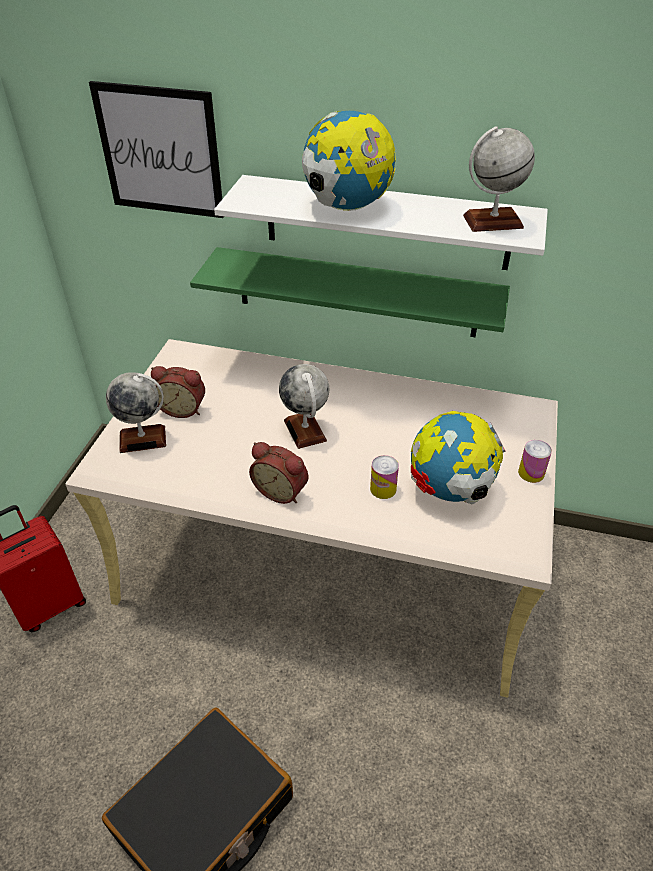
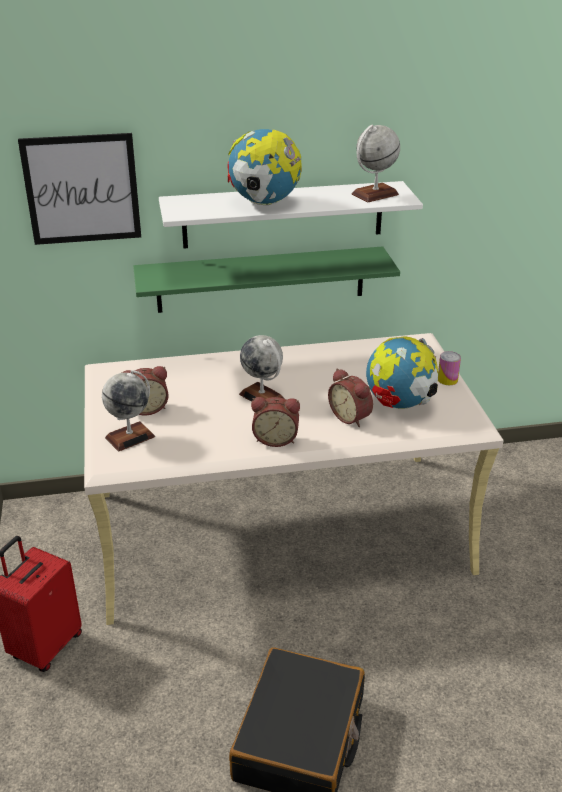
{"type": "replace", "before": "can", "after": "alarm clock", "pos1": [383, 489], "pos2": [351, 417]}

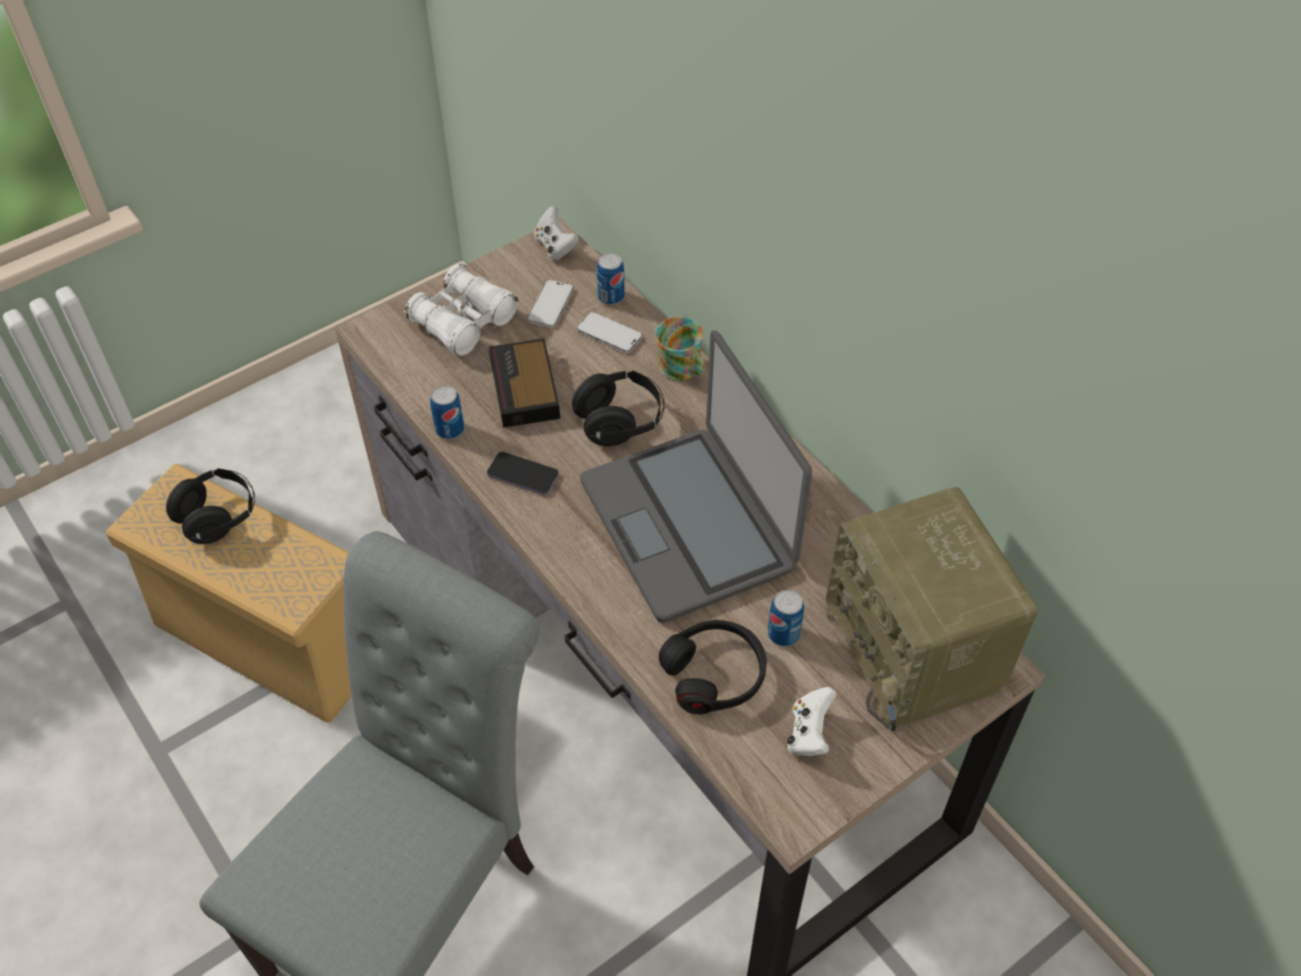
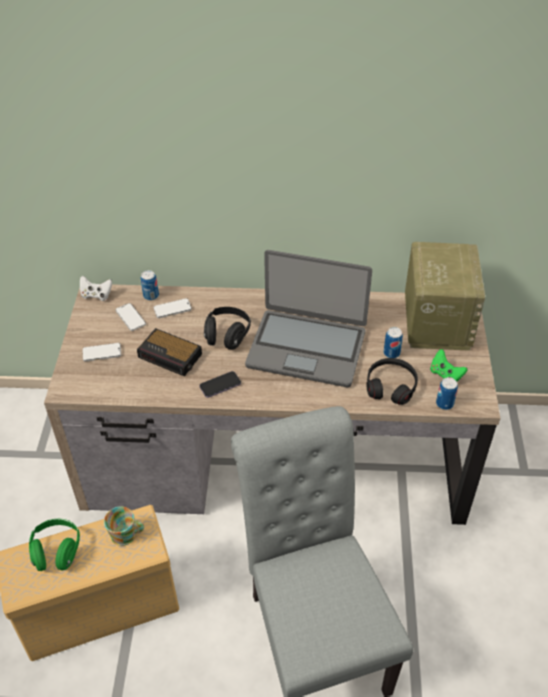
{"type": "recolor", "before": "headphones (black)", "after": "headphones (green)", "pos1": [218, 517], "pos2": [57, 551]}
{"type": "replace", "before": "binoculars (white)", "after": "phone", "pos1": [463, 321], "pos2": [102, 353]}
{"type": "move", "before": "mug", "pos1": [682, 370], "pos2": [127, 535]}
{"type": "rotate", "before": "radio", "pos1": [916, 651], "pos2": [436, 321], "turn": -105}
{"type": "recolor", "before": "game controller (white)", "after": "game controller (green)", "pos1": [809, 733], "pos2": [445, 375]}
{"type": "move", "before": "can", "pos1": [450, 429], "pos2": [444, 404]}

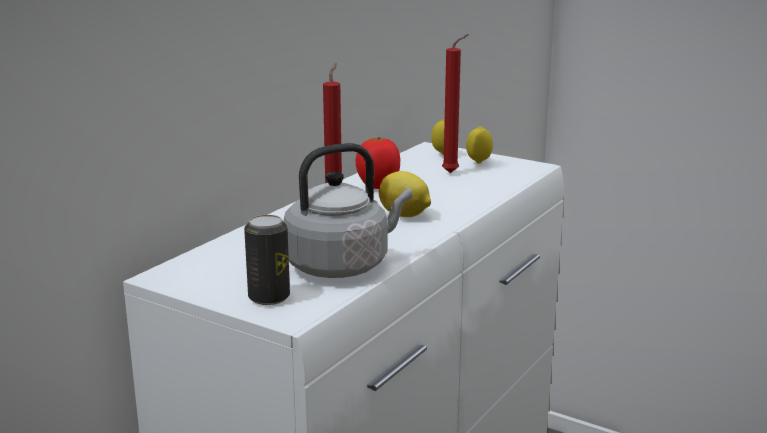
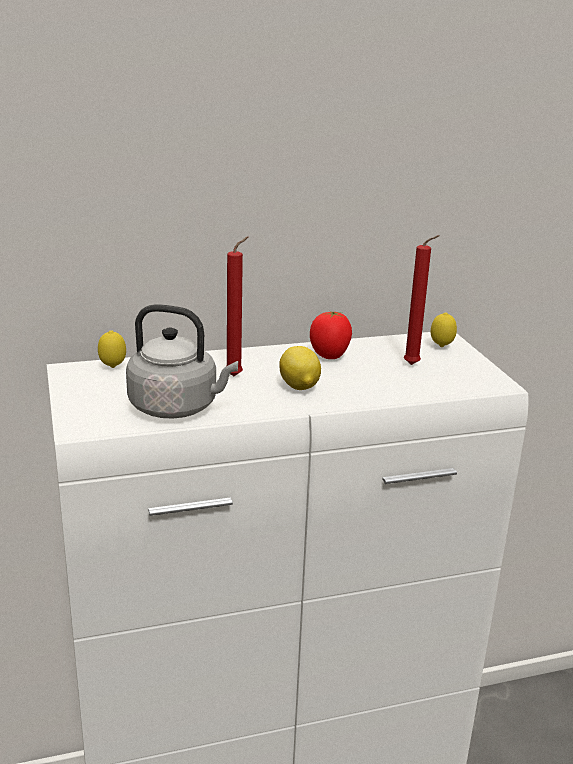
{"type": "move", "before": "lemon", "pos1": [478, 163], "pos2": [113, 367]}
{"type": "delete", "before": "can", "pos1": [269, 297]}

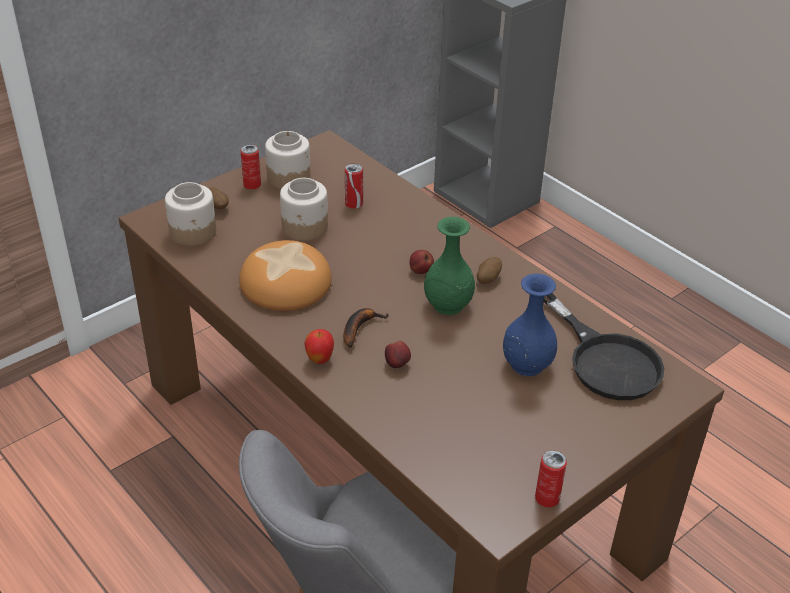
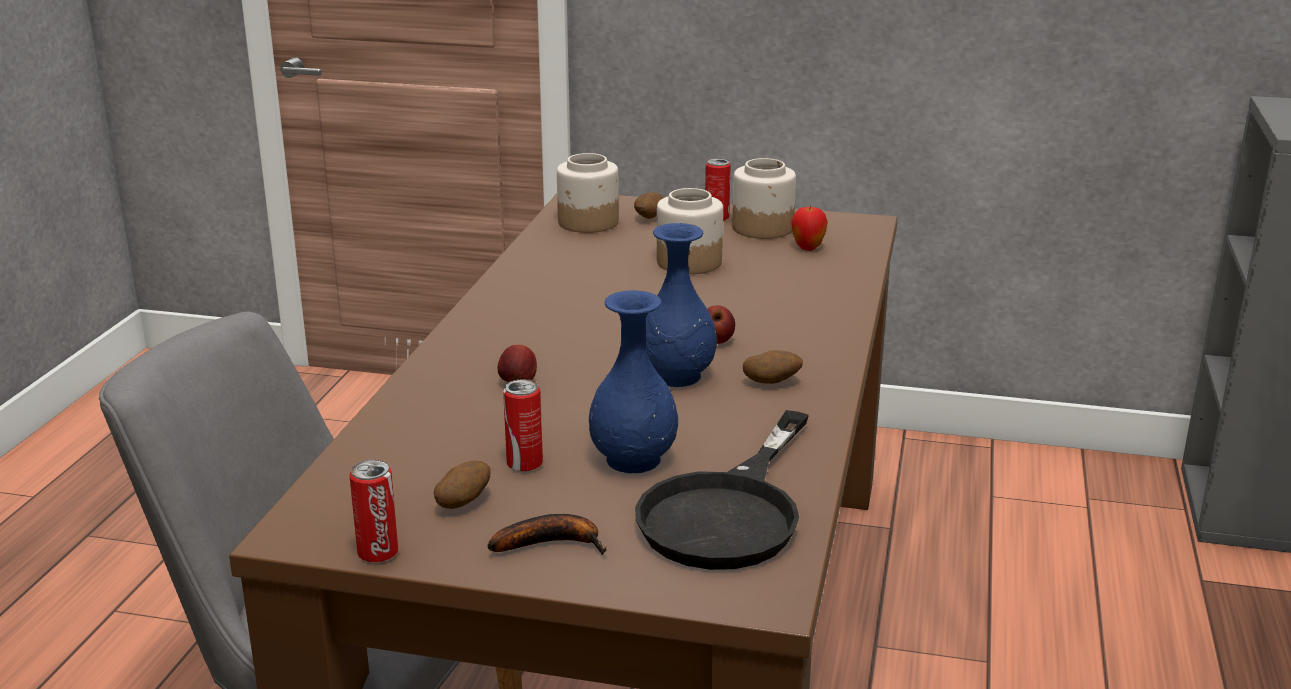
{"type": "insert", "after": "potato", "pos2": [463, 502]}
{"type": "move", "before": "banana", "pos1": [359, 328], "pos2": [553, 543]}
{"type": "move", "before": "can", "pos1": [354, 204], "pos2": [524, 464]}
{"type": "recolor", "before": "vase (green)", "after": "vase (blue)", "pos1": [447, 305], "pos2": [675, 376]}
{"type": "move", "before": "apple", "pos1": [319, 360], "pos2": [807, 248]}
{"type": "delete", "before": "bread", "pos1": [285, 282]}

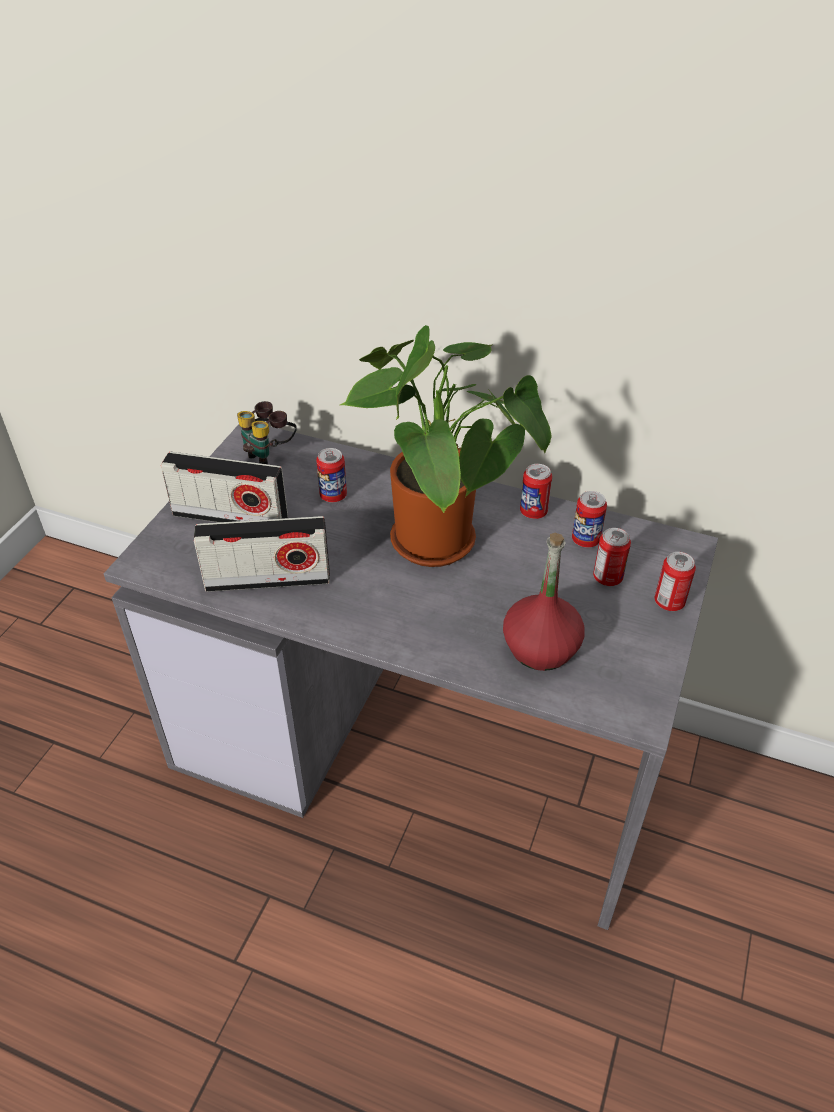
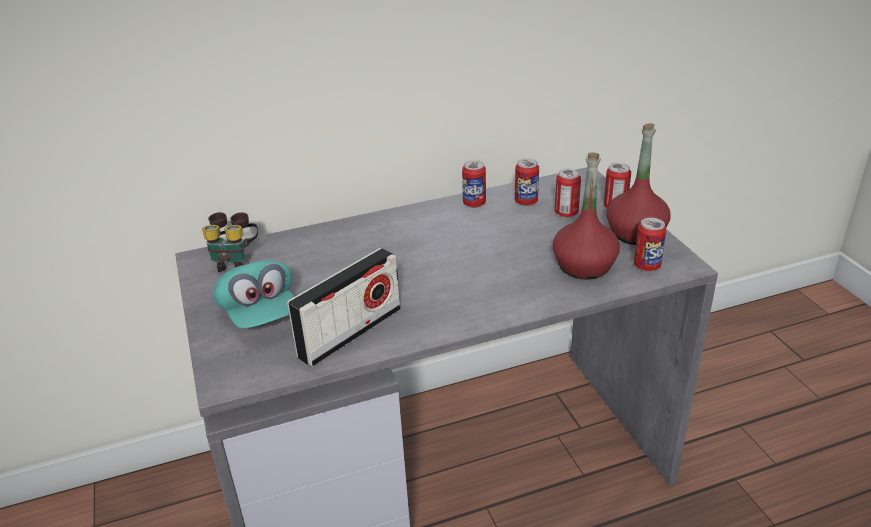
{"type": "replace", "before": "radio", "after": "cap (turquoise)", "pos1": [230, 516], "pos2": [259, 313]}
{"type": "insert", "after": "bottle (red)", "pos2": [635, 233]}
{"type": "move", "before": "can", "pos1": [333, 496], "pos2": [647, 266]}
{"type": "delete", "before": "potted plant", "pos1": [441, 546]}

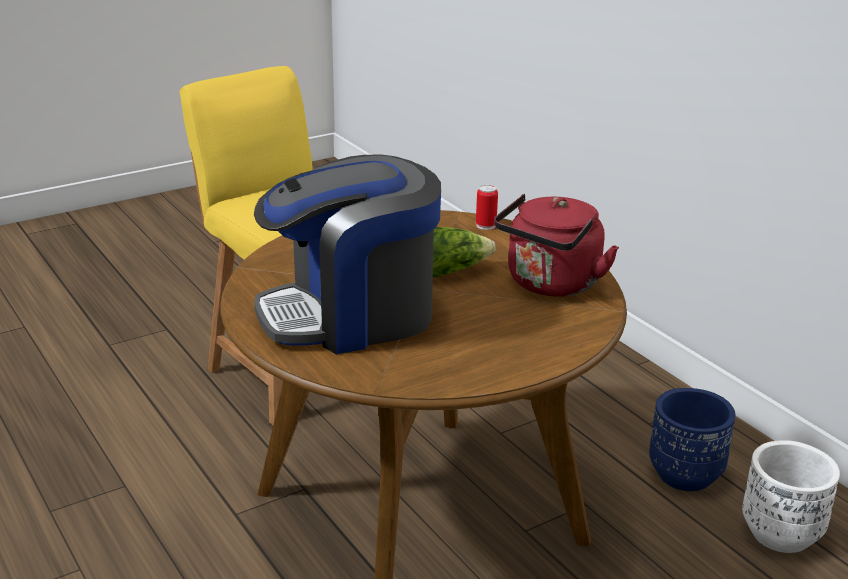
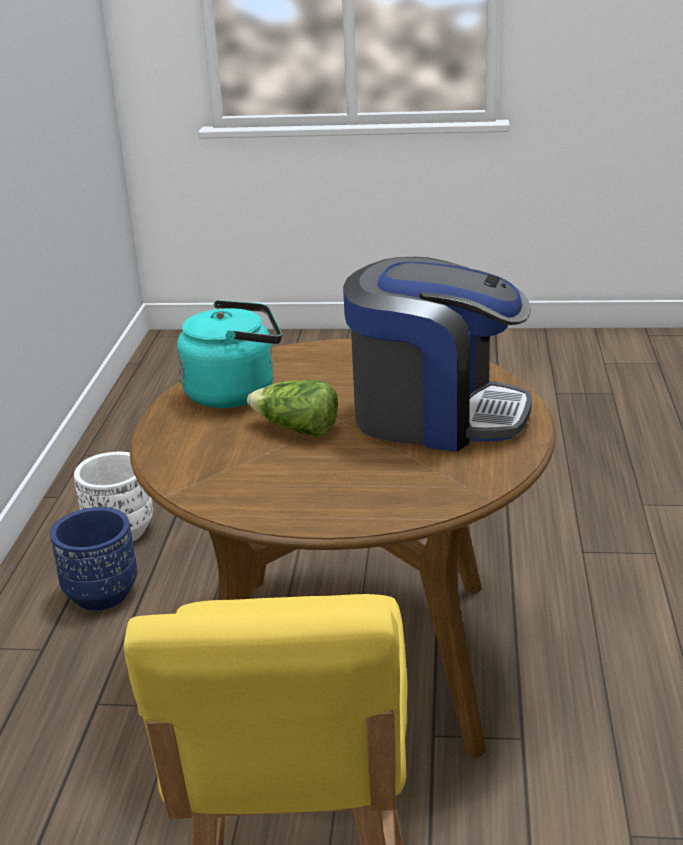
{"type": "recolor", "before": "kettle (red)", "after": "kettle (turquoise)", "pos1": [550, 285], "pos2": [236, 392]}
{"type": "delete", "before": "can", "pos1": [486, 225]}

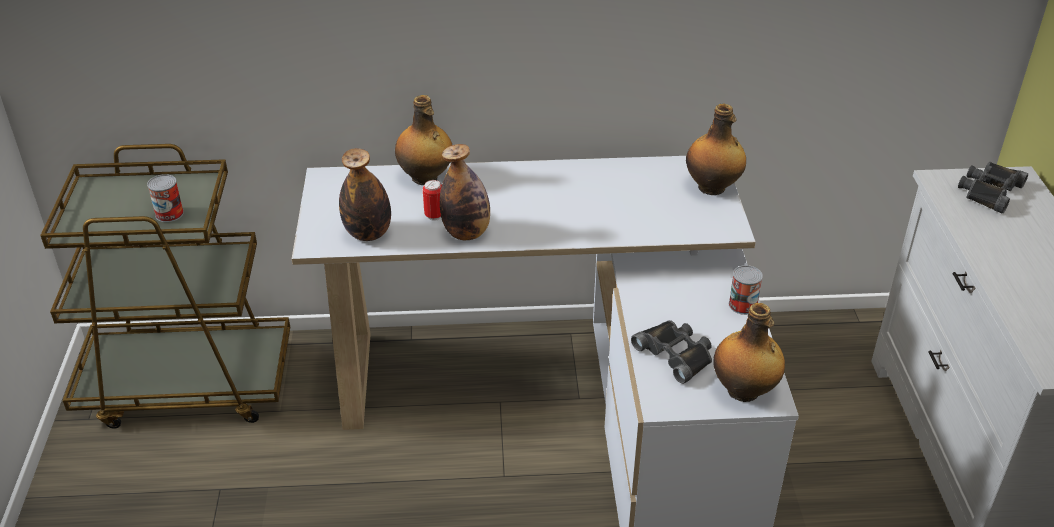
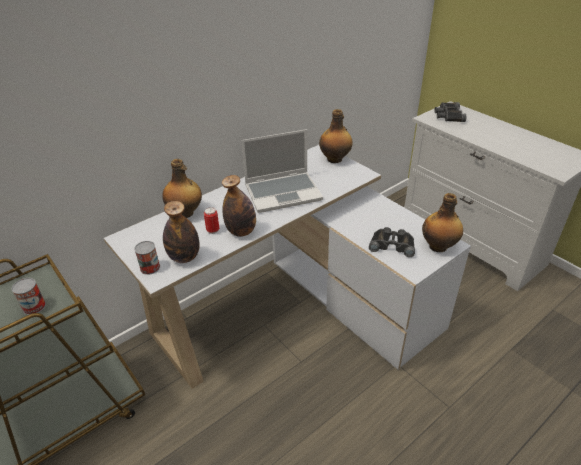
{"type": "move", "before": "can", "pos1": [743, 305], "pos2": [150, 268]}
{"type": "insert", "after": "laptop", "pos2": [284, 192]}

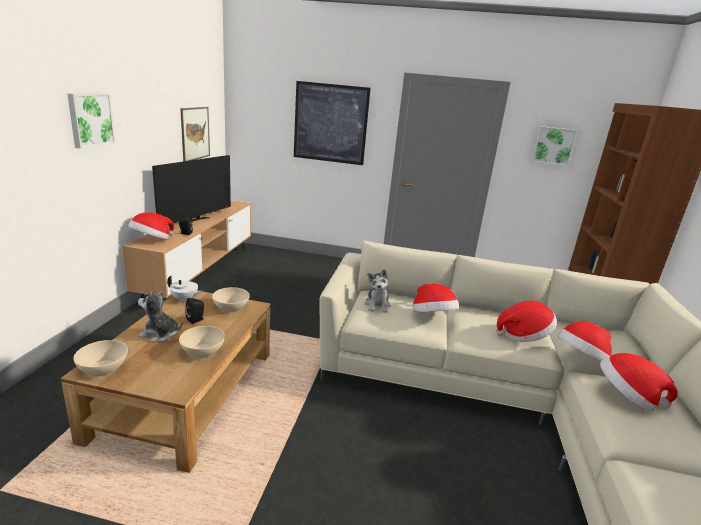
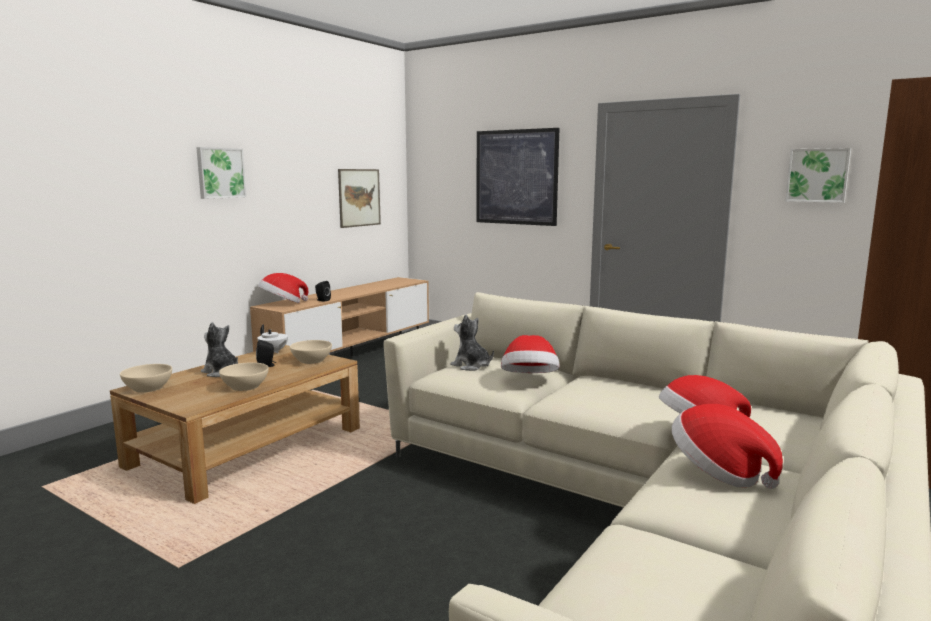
{"type": "rotate", "before": "plush toy", "pos1": [377, 305], "pos2": [471, 366], "turn": 105}
{"type": "delete", "before": "television", "pos1": [196, 220]}
{"type": "delete", "before": "hat", "pos1": [523, 336]}

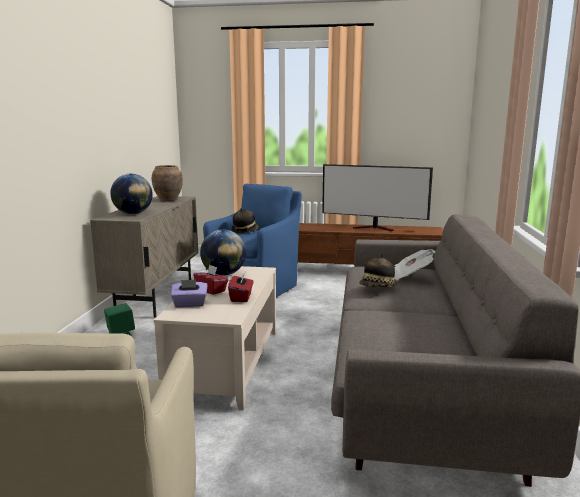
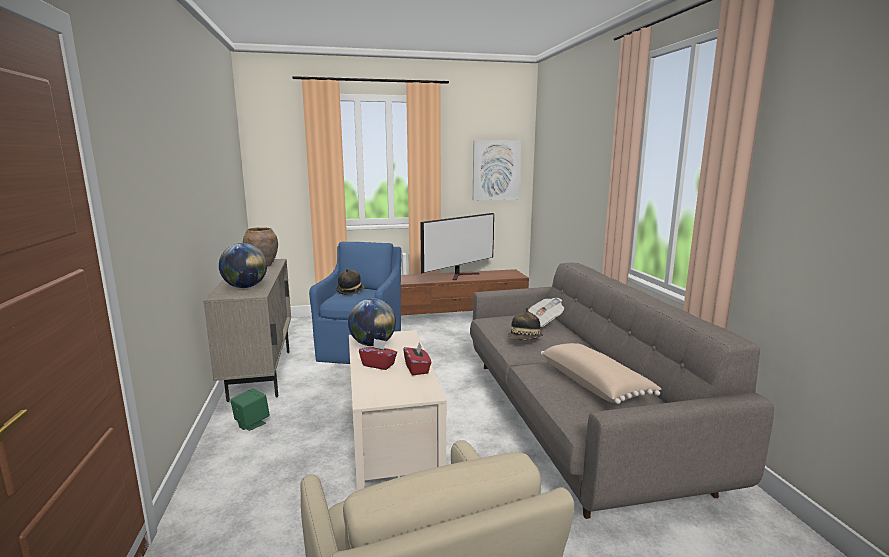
{"type": "rotate", "before": "television", "pos1": [375, 228], "pos2": [462, 275], "turn": -45}
{"type": "insert", "after": "picture", "pos2": [496, 170]}
{"type": "insert", "after": "pillow (beige)", "pos2": [595, 384]}
{"type": "delete", "before": "tissue box (purple)", "pos1": [190, 304]}

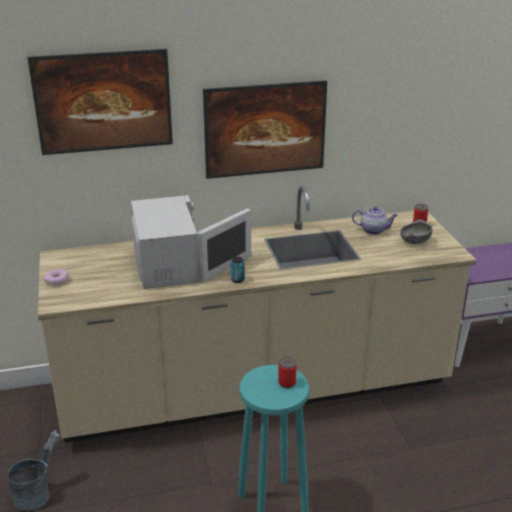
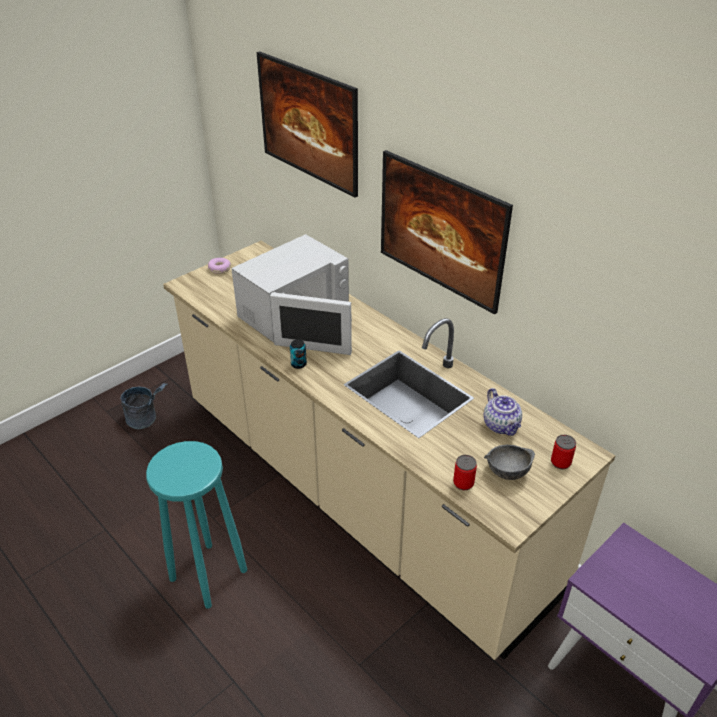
{"type": "move", "before": "can", "pos1": [287, 383], "pos2": [463, 483]}

